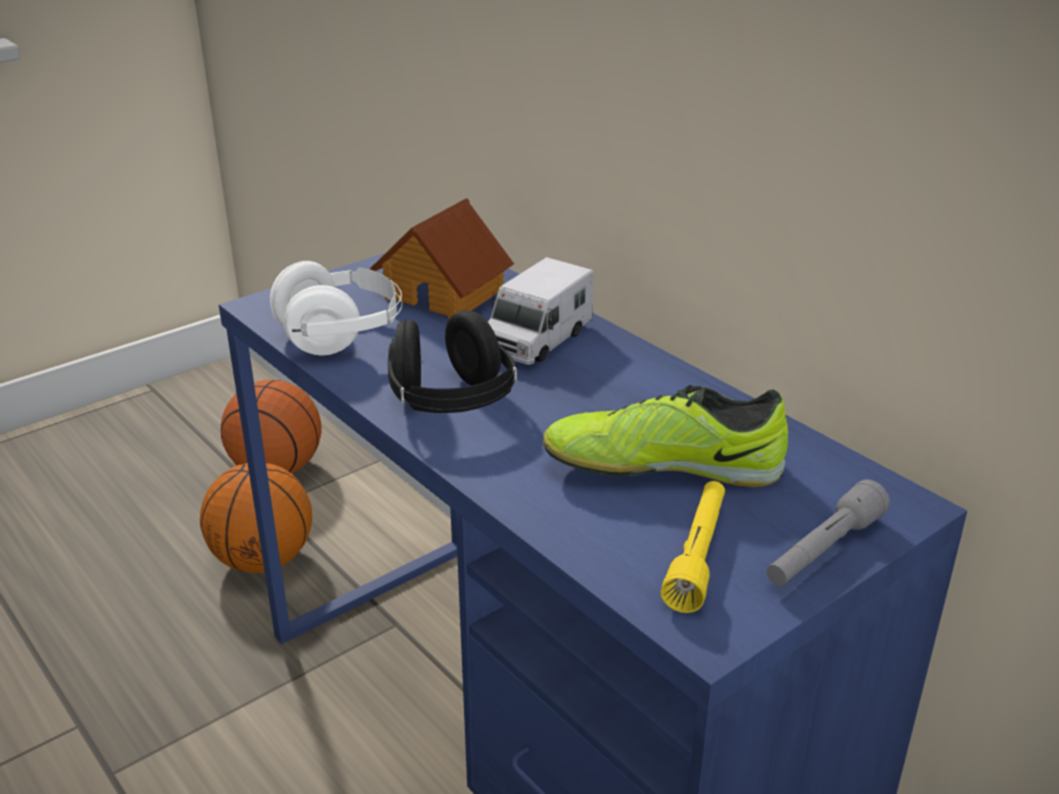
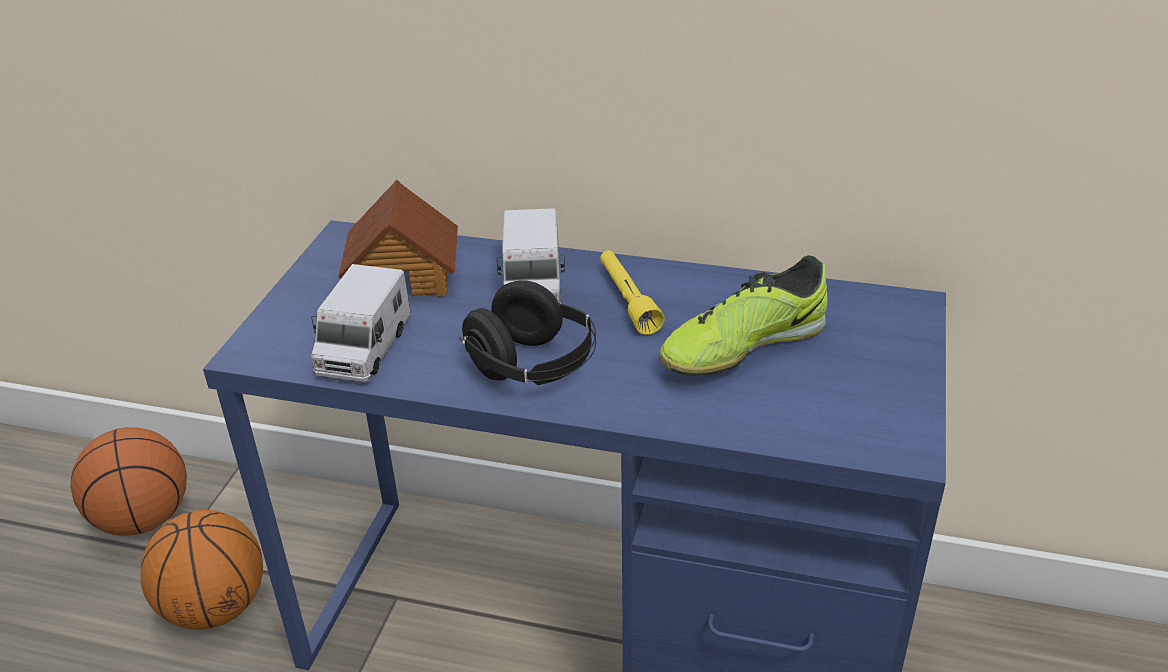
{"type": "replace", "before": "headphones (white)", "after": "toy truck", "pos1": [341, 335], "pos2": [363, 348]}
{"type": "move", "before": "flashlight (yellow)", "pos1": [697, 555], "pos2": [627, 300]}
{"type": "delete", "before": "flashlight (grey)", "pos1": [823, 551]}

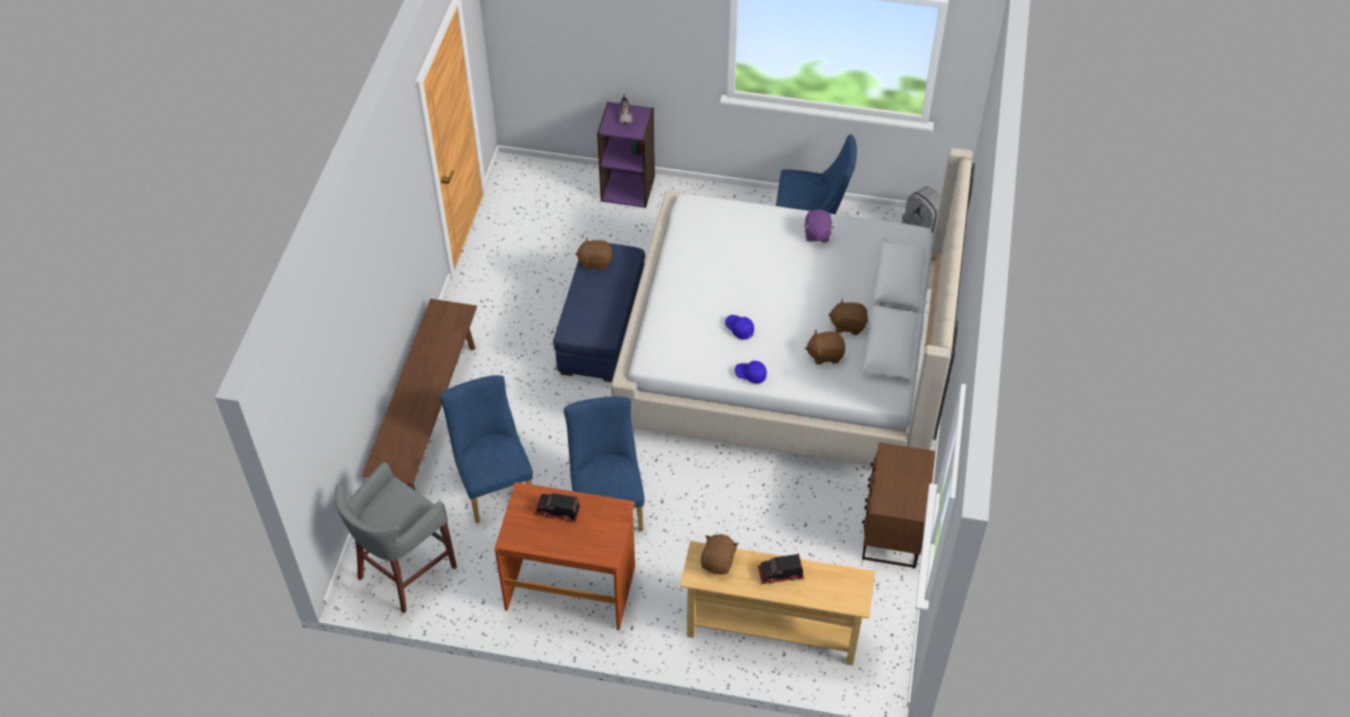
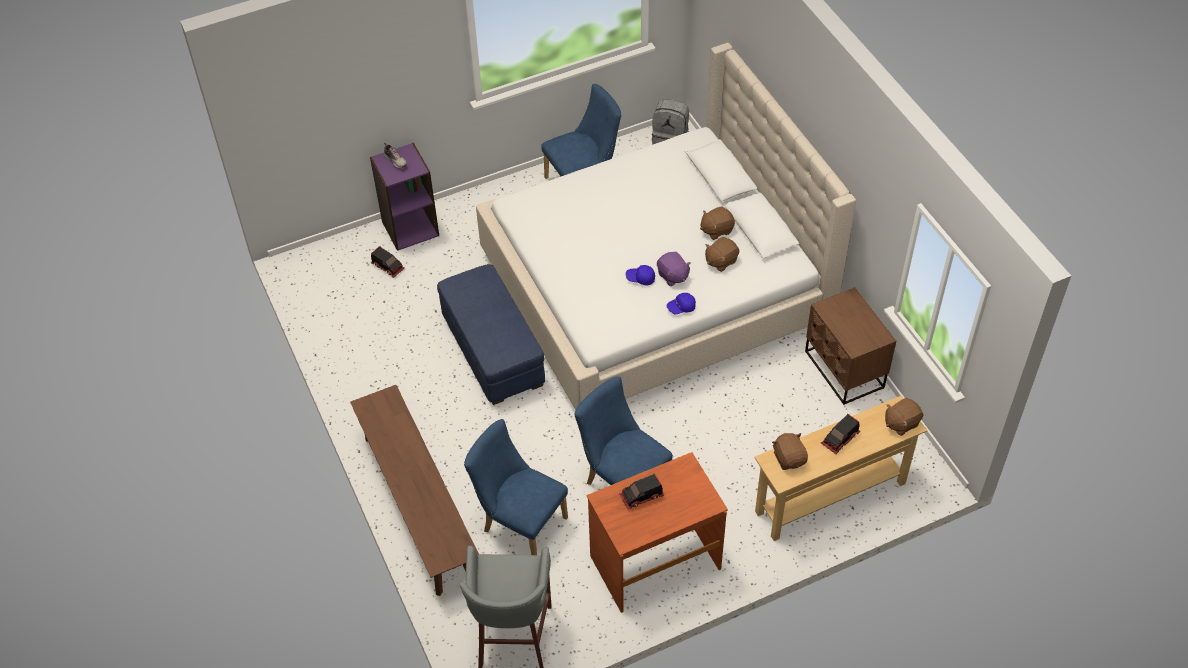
{"type": "insert", "after": "toy truck", "pos2": [388, 266]}
{"type": "move", "before": "plush toy (purple)", "pos1": [817, 234], "pos2": [672, 276]}
{"type": "move", "before": "plush toy (brown)", "pos1": [595, 262], "pos2": [901, 423]}

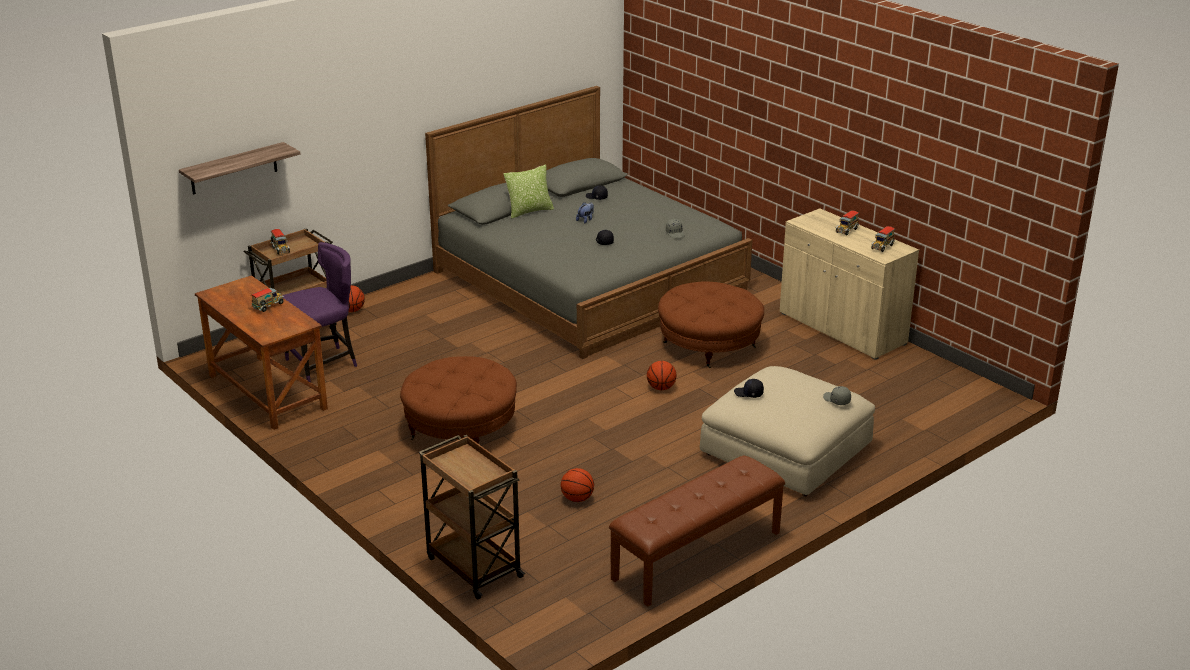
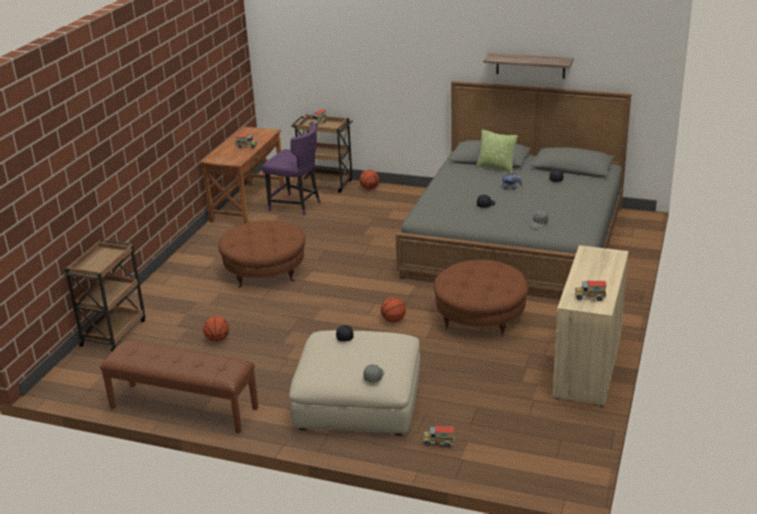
{"type": "move", "before": "toy truck", "pos1": [846, 231], "pos2": [438, 442]}
{"type": "move", "before": "shelf", "pos1": [233, 168], "pos2": [530, 65]}

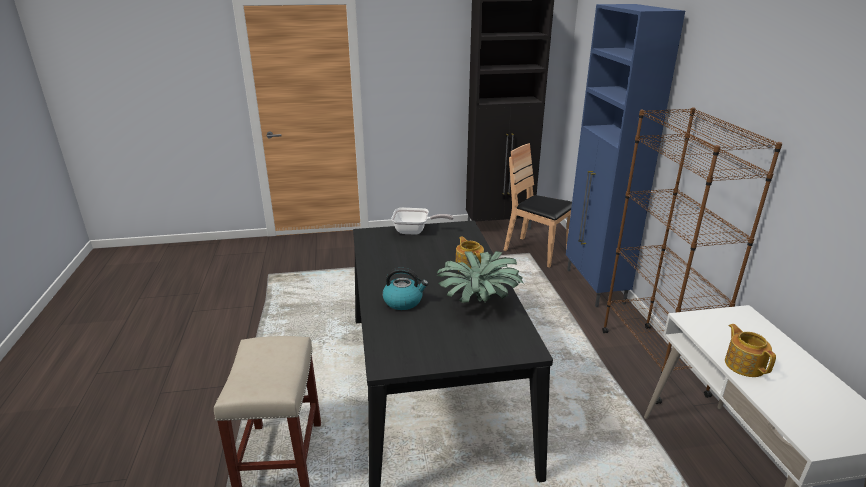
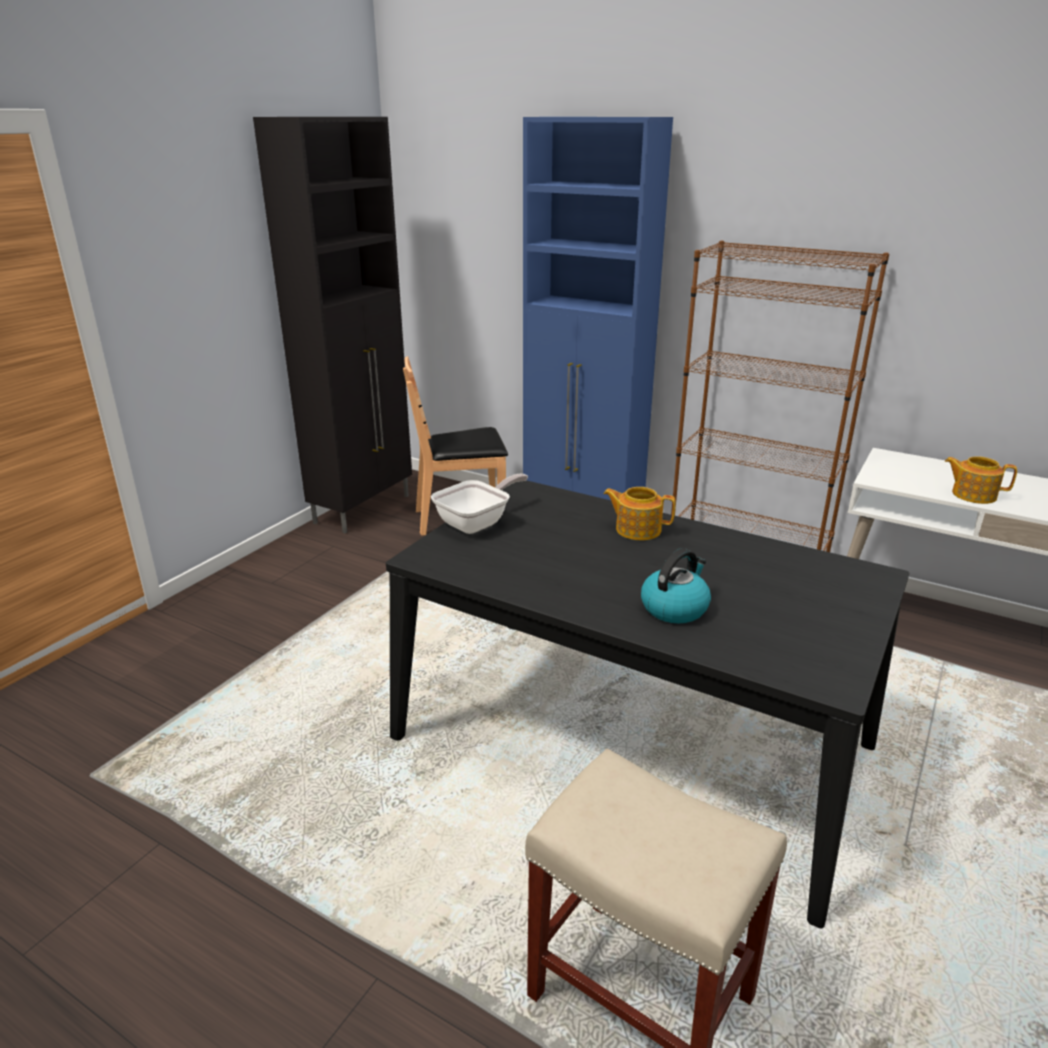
{"type": "delete", "before": "potted plant", "pos1": [478, 302]}

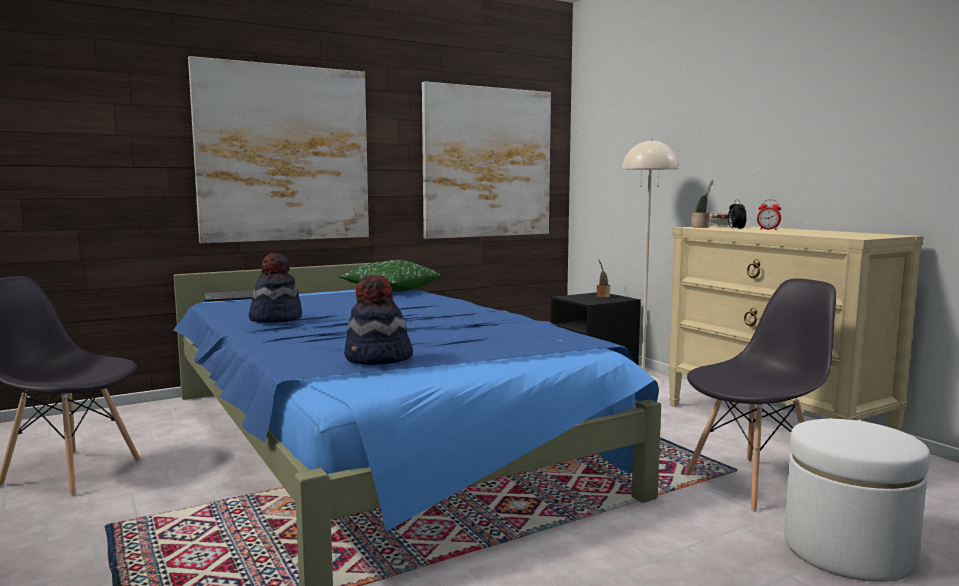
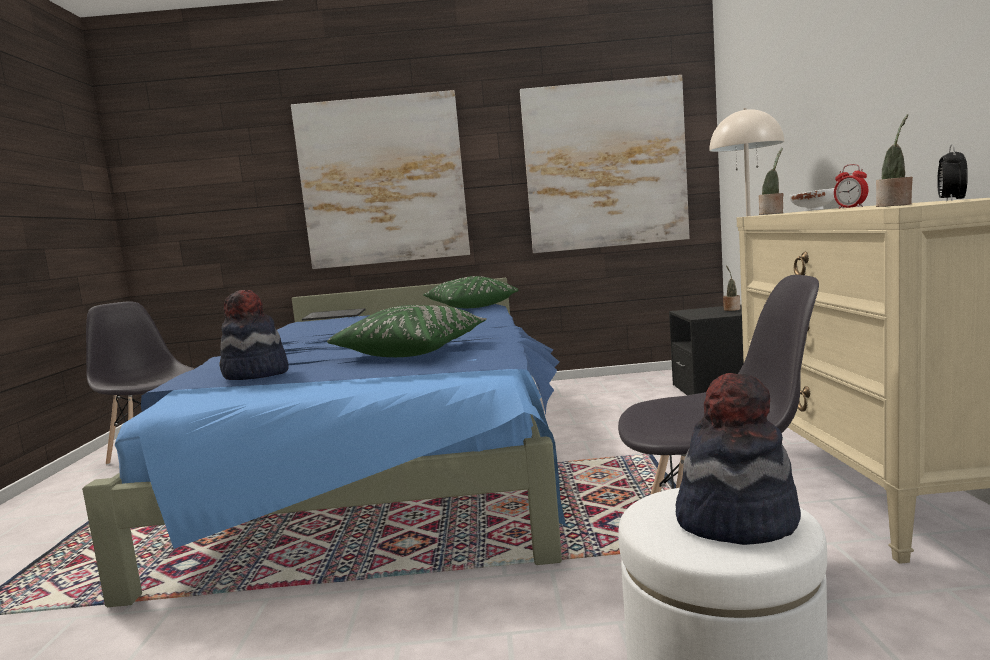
{"type": "insert", "after": "pillow (green)", "pos2": [412, 352]}
{"type": "move", "before": "hat", "pos1": [276, 318], "pos2": [736, 520]}
{"type": "insert", "after": "potted plant", "pos2": [895, 205]}
{"type": "move", "before": "alarm clock", "pos1": [736, 229], "pos2": [951, 201]}

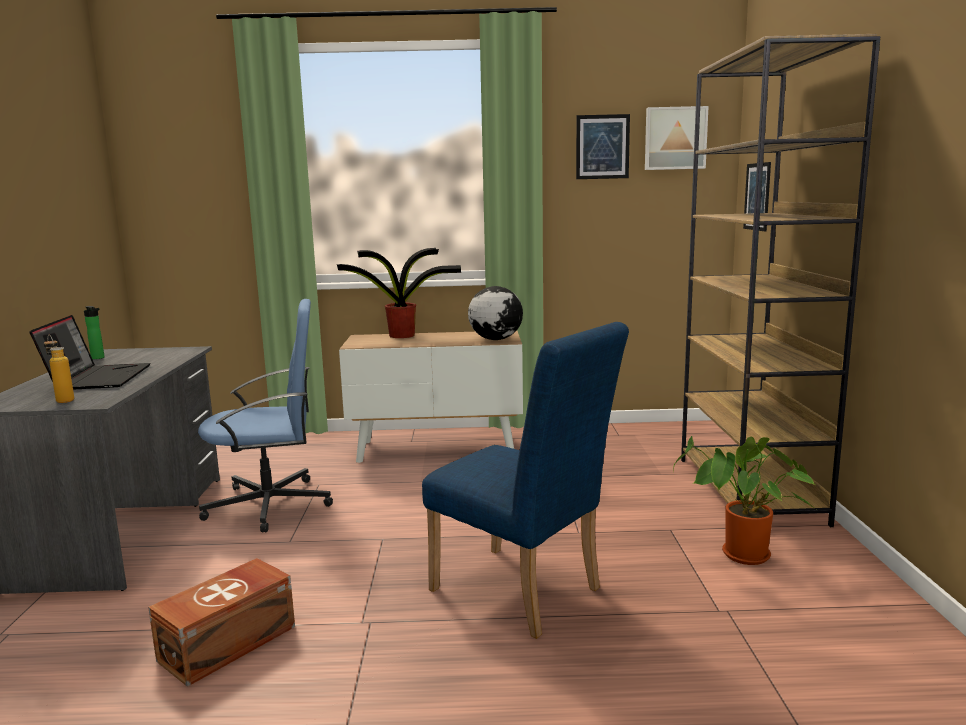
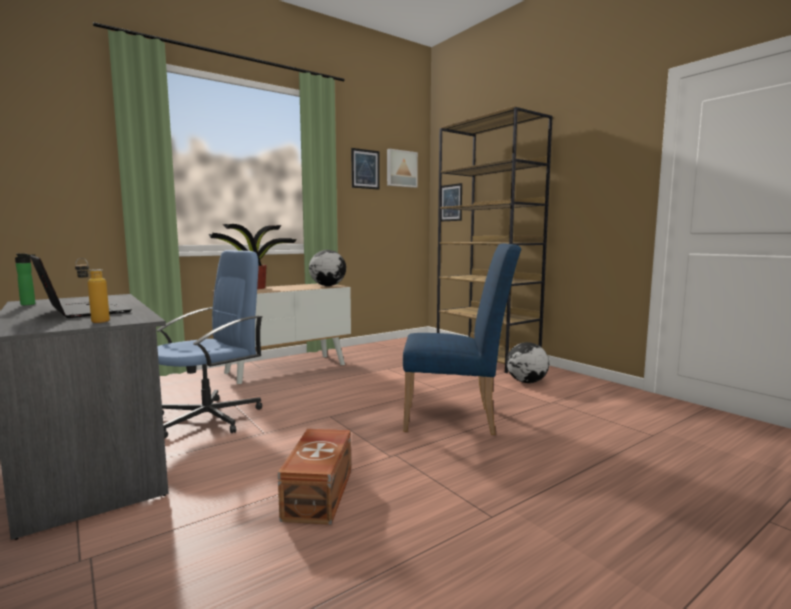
{"type": "replace", "before": "potted plant", "after": "globe", "pos1": [742, 557], "pos2": [526, 382]}

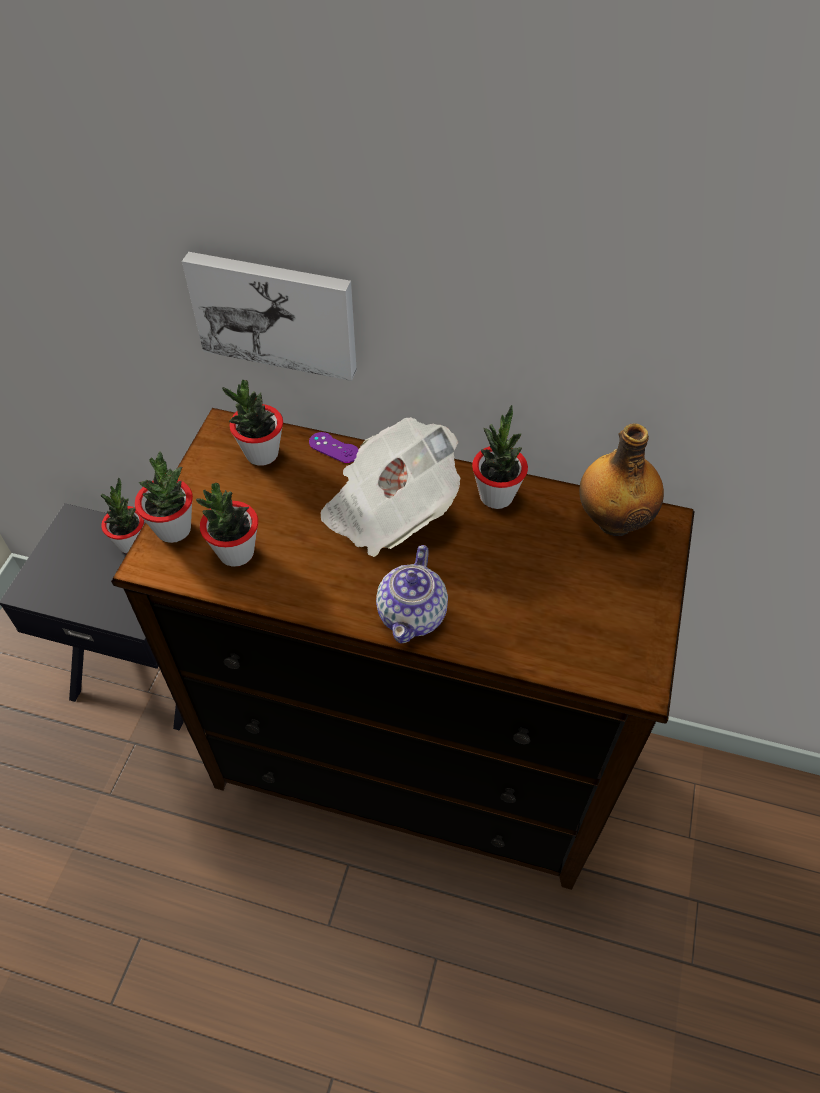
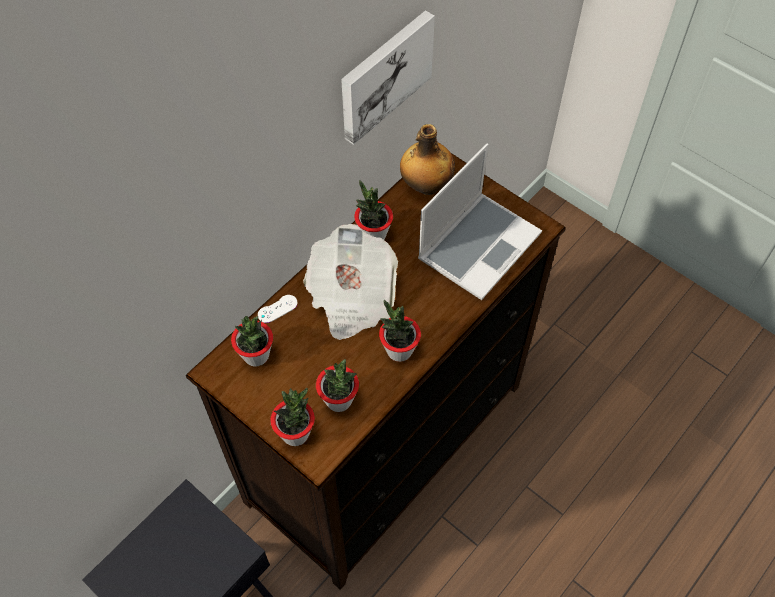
{"type": "recolor", "before": "game controller (purple)", "after": "game controller (white)", "pos1": [334, 448], "pos2": [277, 309]}
{"type": "move", "before": "picture", "pos1": [275, 313], "pos2": [384, 75]}
{"type": "move", "before": "potted plant", "pos1": [131, 543], "pos2": [399, 350]}
{"type": "insert", "after": "laptop", "pos2": [478, 245]}
{"type": "delete", "before": "teapot", "pos1": [413, 614]}

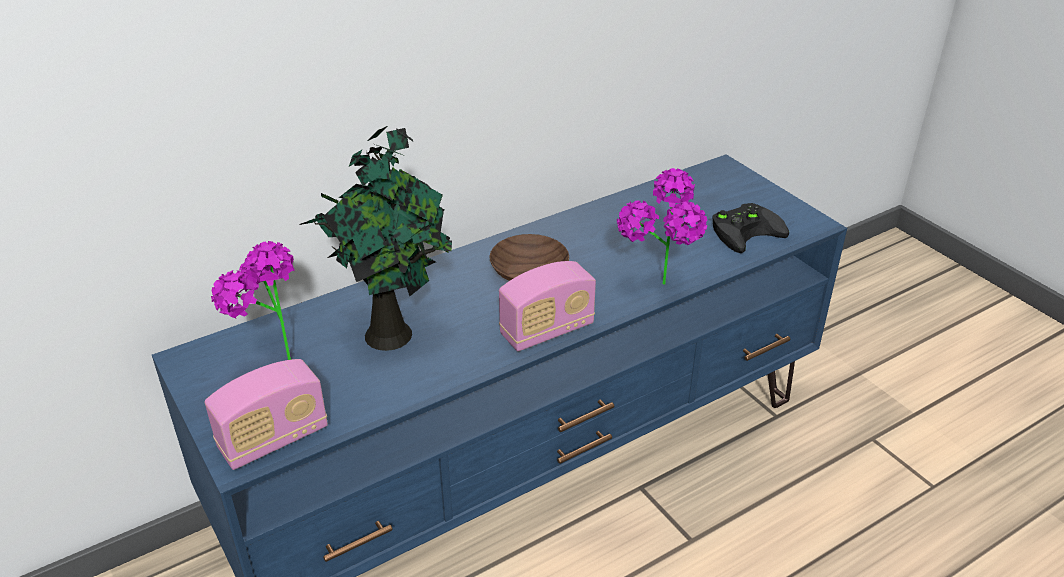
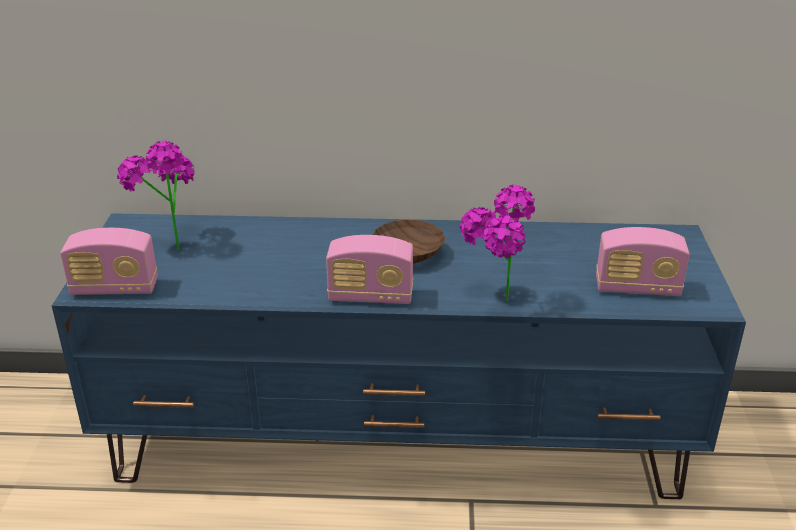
{"type": "replace", "before": "game controller (black)", "after": "radio", "pos1": [746, 230], "pos2": [637, 288]}
{"type": "delete", "before": "potted plant", "pos1": [392, 333]}

